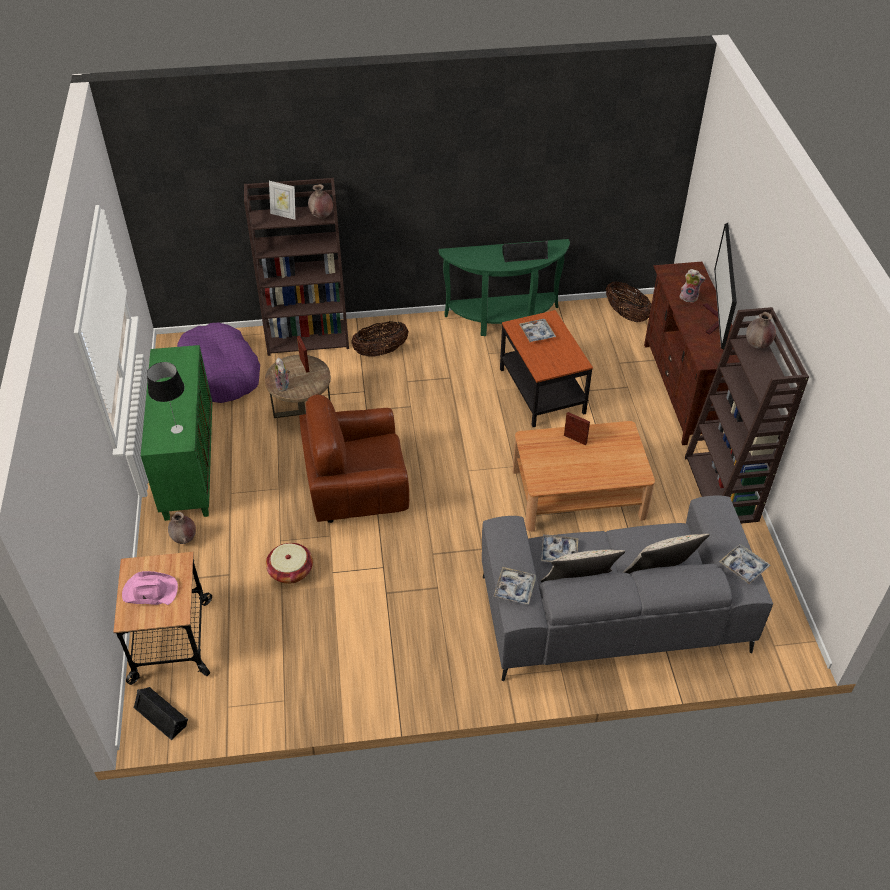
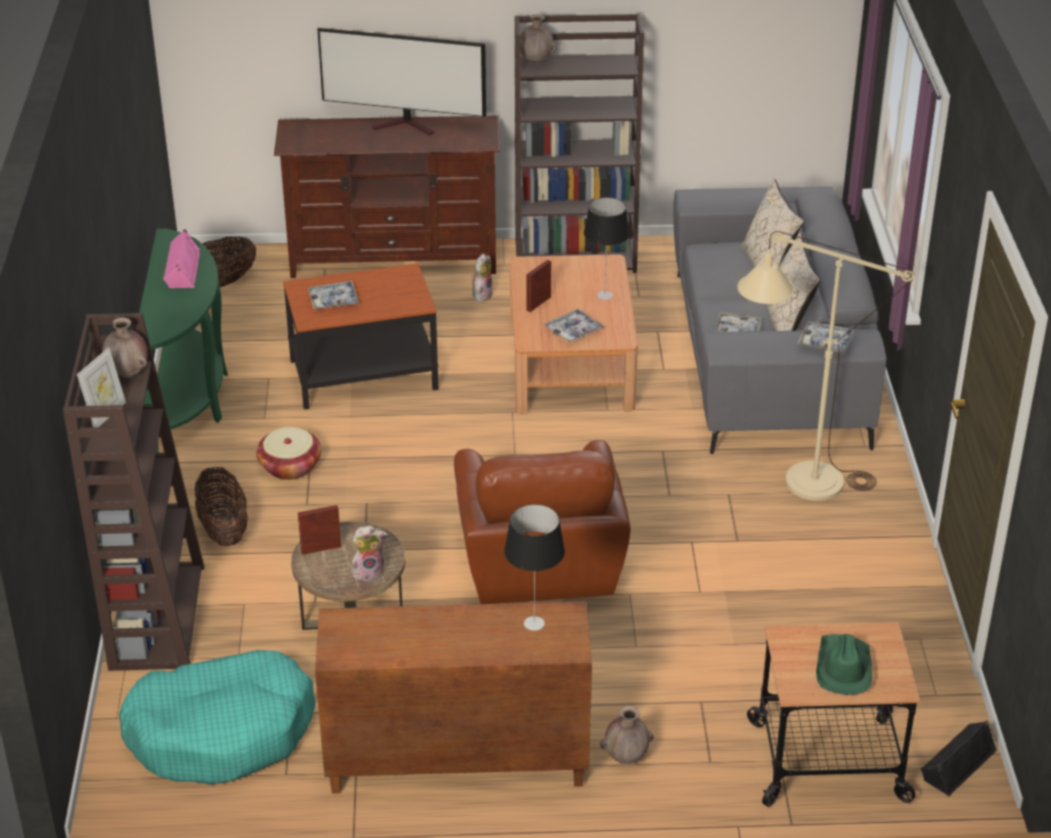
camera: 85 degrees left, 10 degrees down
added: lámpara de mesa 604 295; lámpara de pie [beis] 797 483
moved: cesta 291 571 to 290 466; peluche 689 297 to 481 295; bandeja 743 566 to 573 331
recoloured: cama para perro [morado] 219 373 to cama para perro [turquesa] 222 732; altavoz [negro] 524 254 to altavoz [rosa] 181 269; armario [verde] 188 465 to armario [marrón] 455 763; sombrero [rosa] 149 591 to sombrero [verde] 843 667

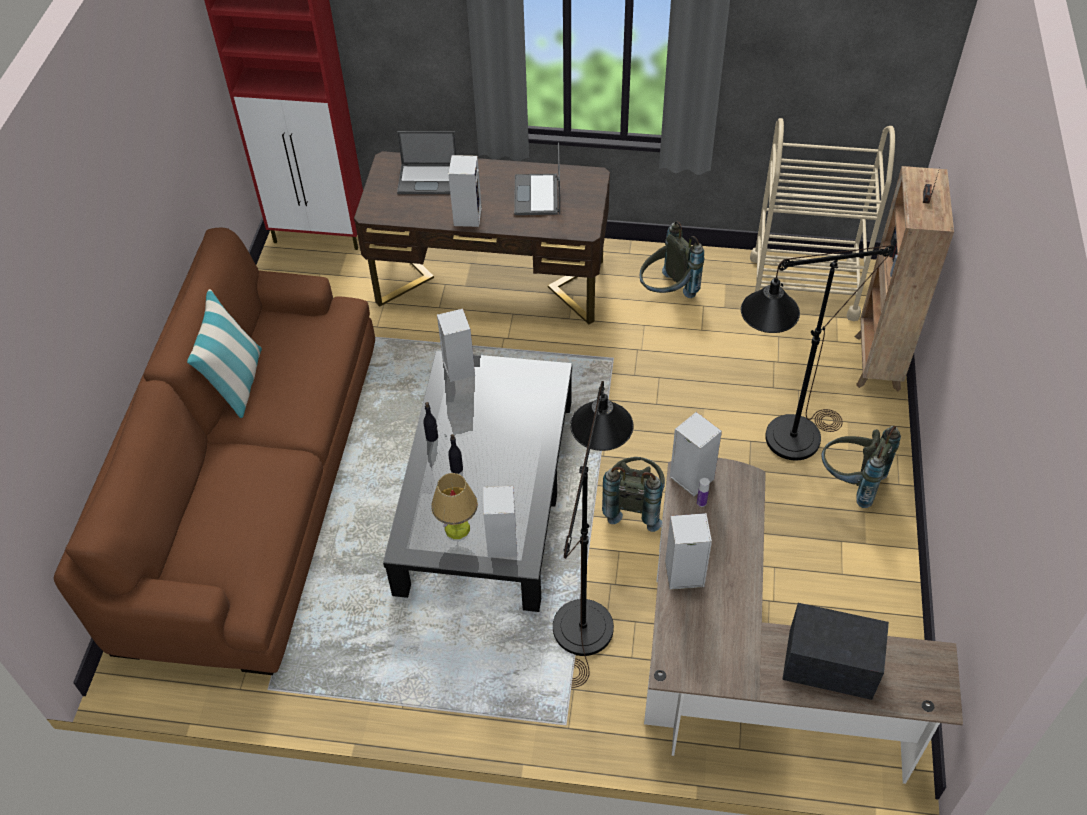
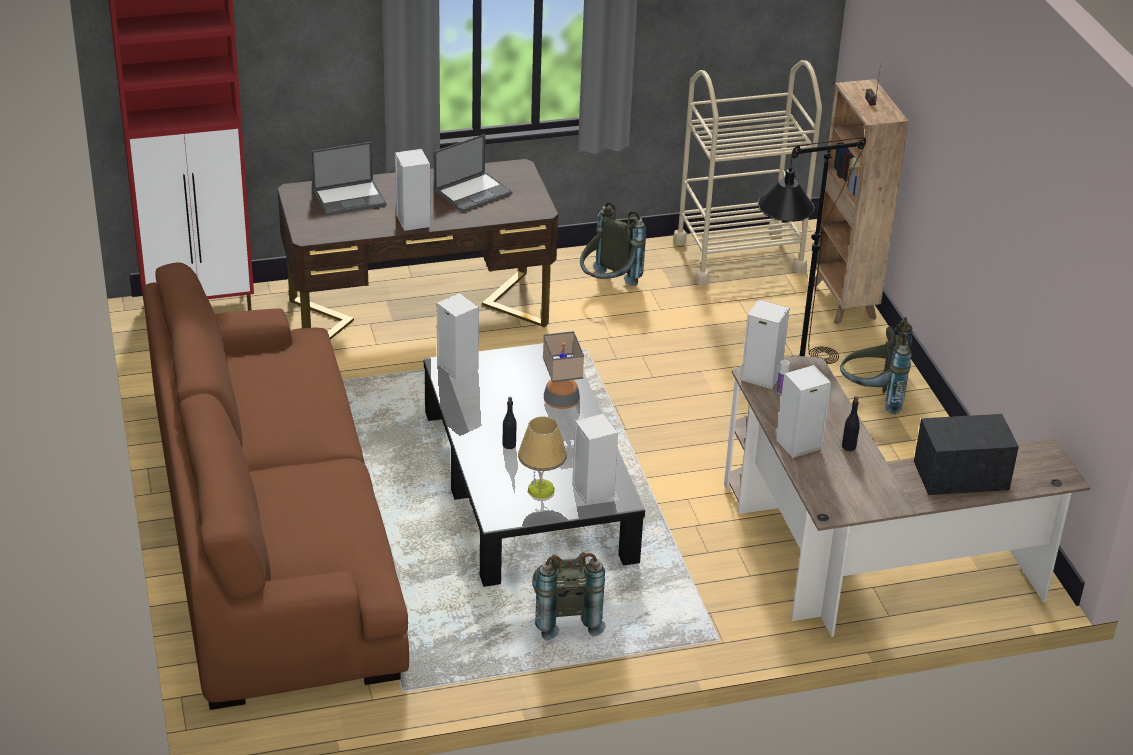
camera: 25 degrees left, 15 degrees down
removed: cojín 237 383; lámpara de pie [negro] 587 612
added: lámpara de mesa 561 401
moved: mochila [gris] 634 505 to 564 617; botella [negro] 432 437 to 849 447
turned: portátil 537 196 = 473 192 105 degrees counterclockwise

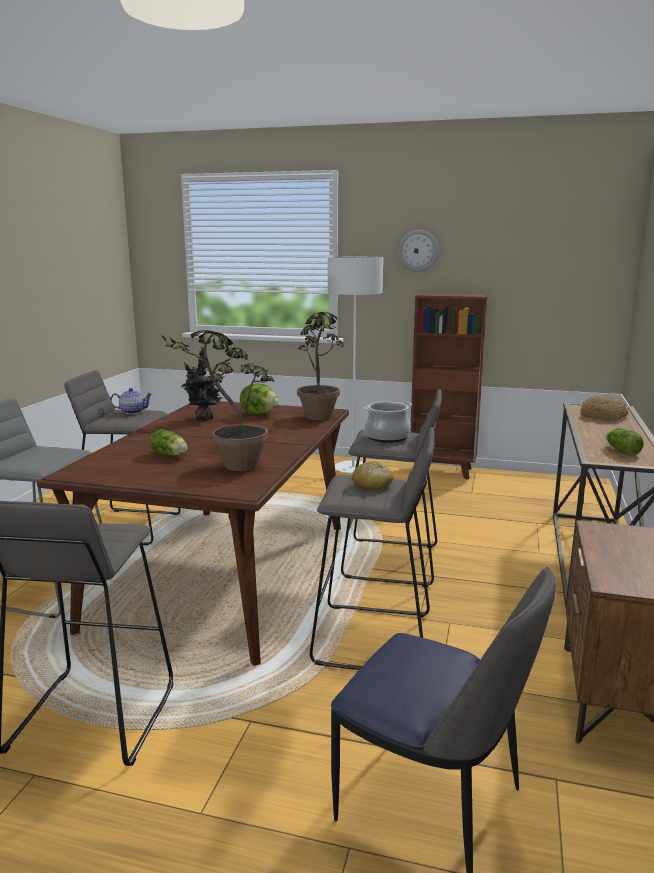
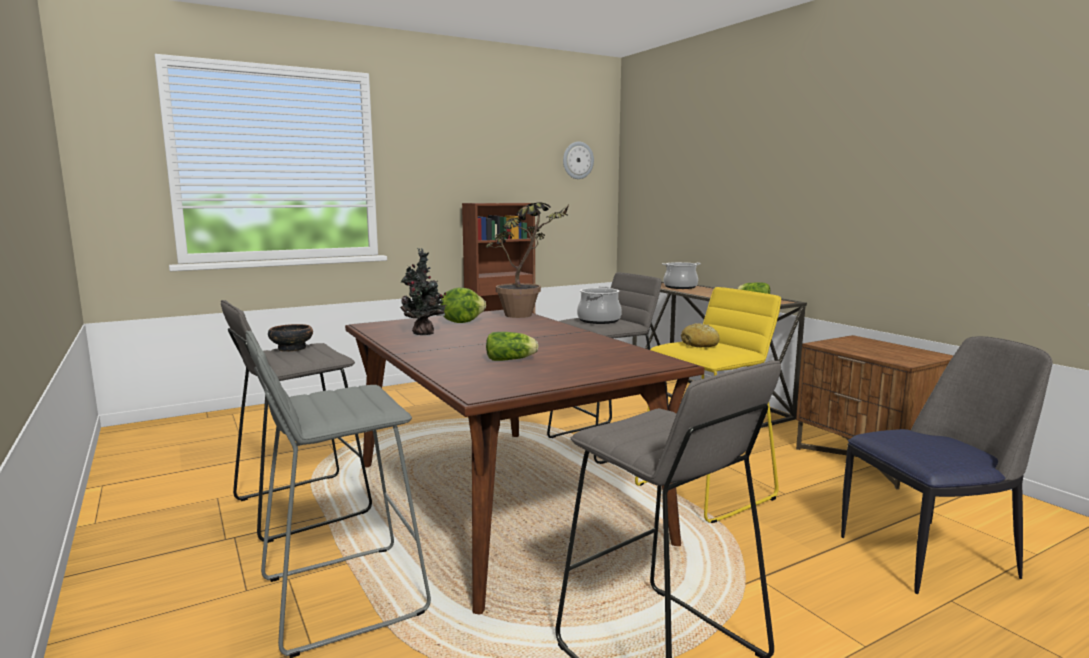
camera: 45 degrees left, 5 degrees down
removed: planta en maceta 228 466; lámpara de pie [blanco] 353 469
moved: reloj de pared 418 251 to 577 160
replaced: tetera 132 412 to cuenco 291 349; pan 603 416 to olla 680 287
recoloured: taburete [gris] 373 640 to taburete [amarillo] 705 492

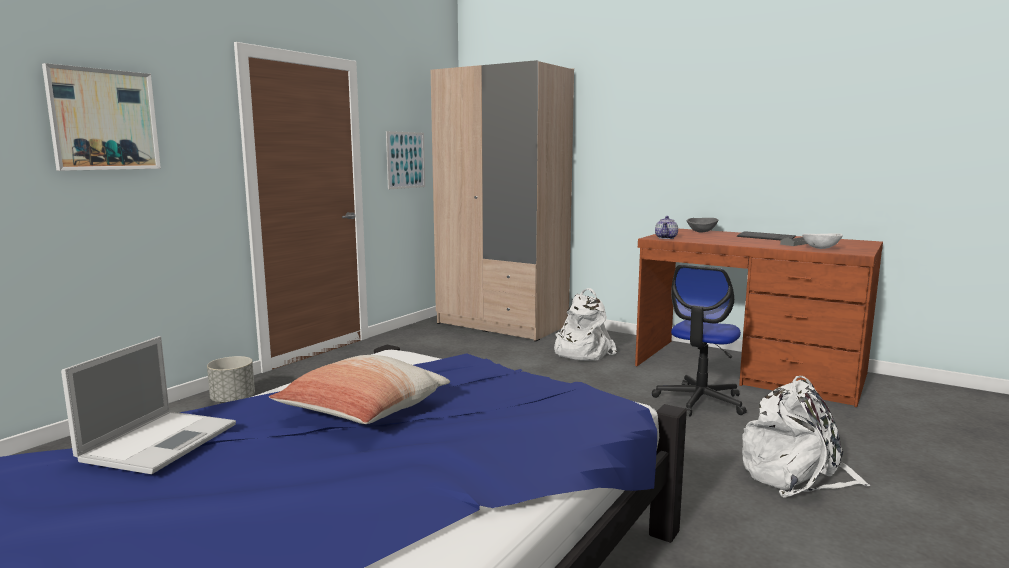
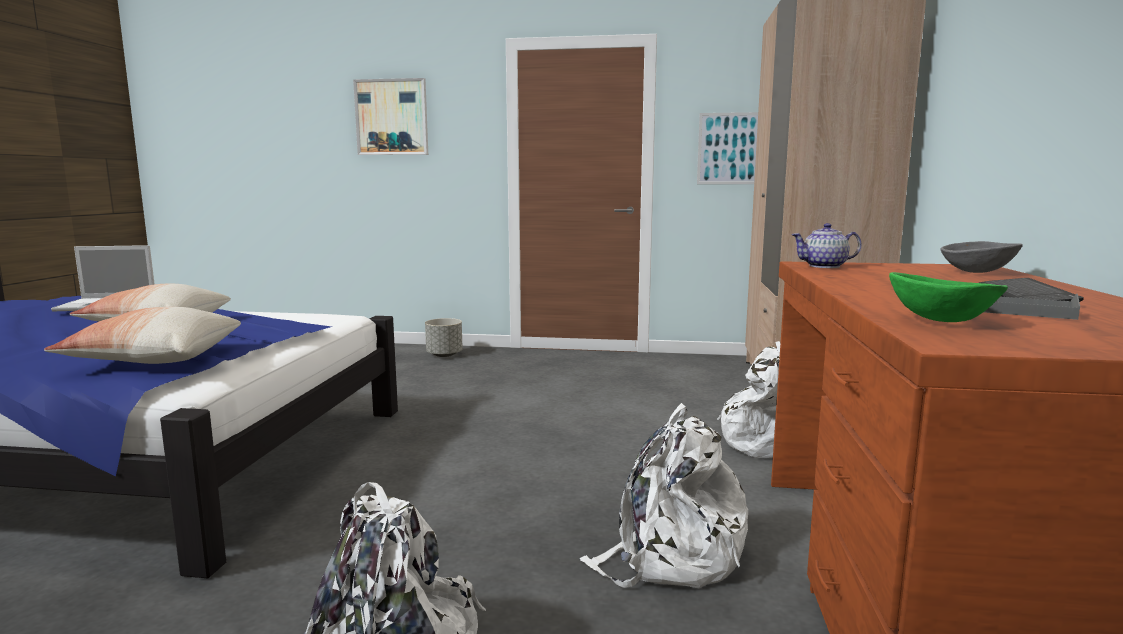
camera: 65 degrees right, 0 degrees up
added: cojín 154 359
replaced: silla de oficina 700 401 to mochila [blanco] 670 555
recoloured: cuenco [blanco] 820 248 to cuenco [verde] 940 321

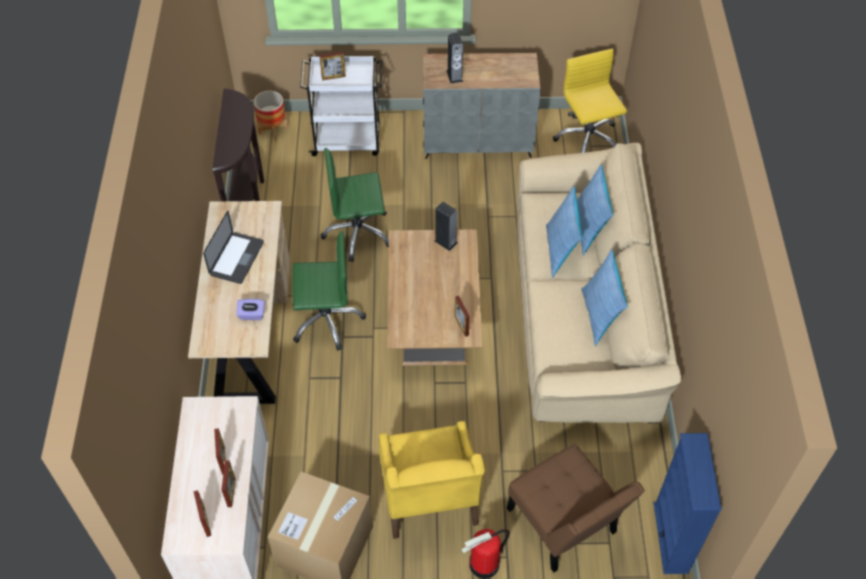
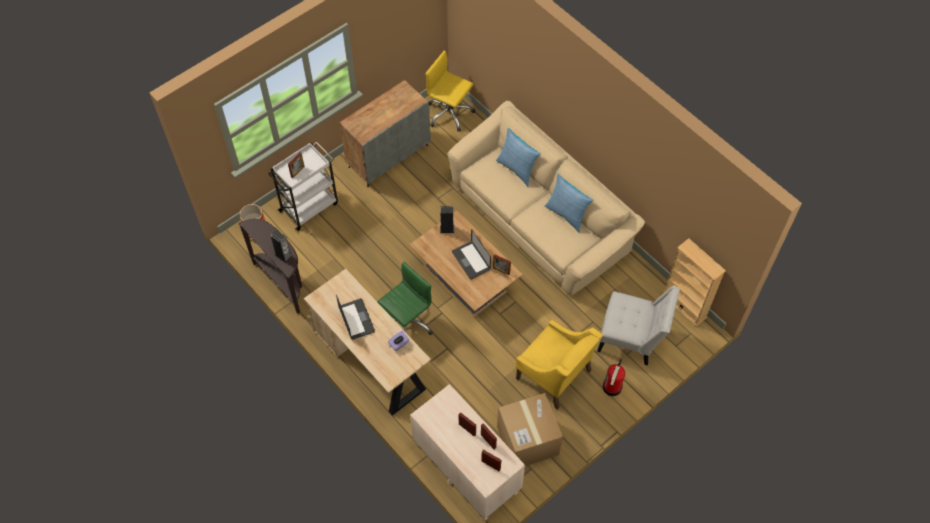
camera: 40 degrees left, 5 degrees up
removed: silla de oficina [verde] 358 233; cojín 560 251
added: portátil 471 260
moved: altavoz 454 76 to 283 256
recoloured: silla [marrón] 564 526 to silla [blanco] 632 339; estantería [azul] 671 537 to estantería [beis] 684 306

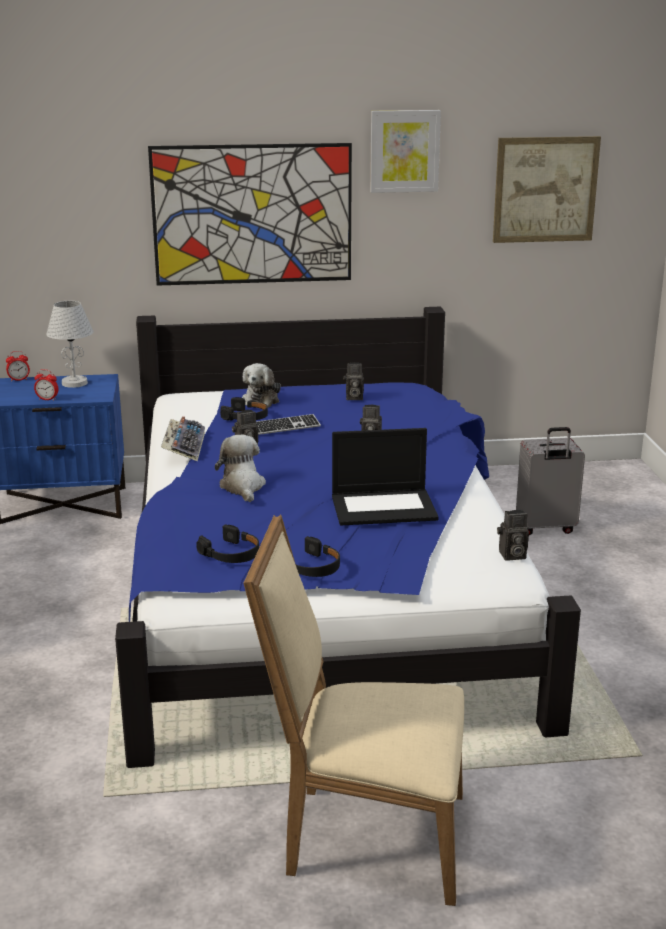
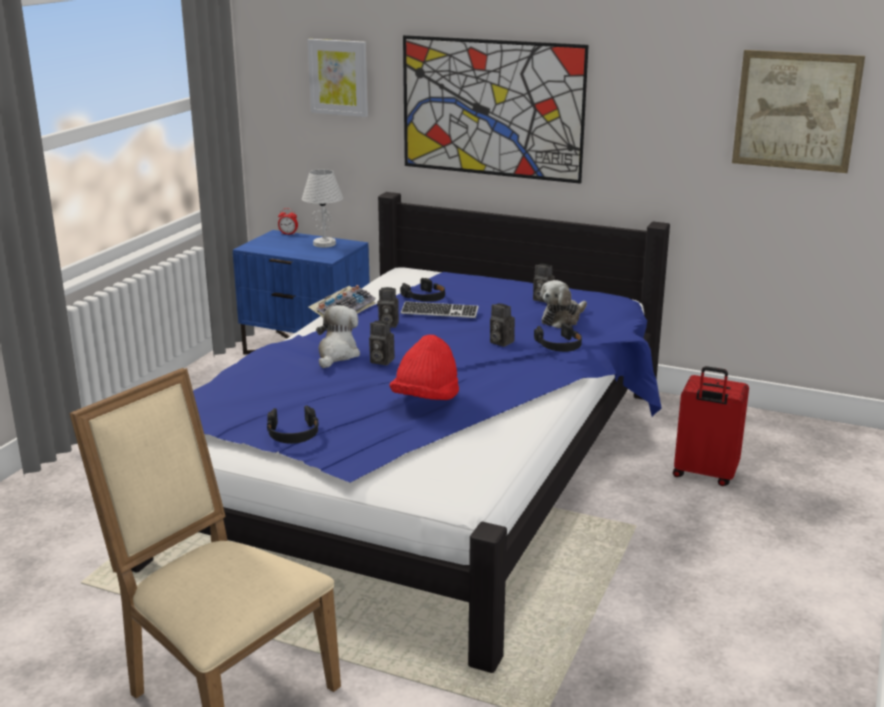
camera: 30 degrees right, 0 degrees up
removed: despertador 47 399
moved: cuadro 404 151 to 339 77; cámara 511 555 to 380 361; auriculares [negro] 231 554 to 559 345; peluche 262 400 to 562 319
replaced: portátil 384 507 to sombrero [rojo] 426 399
recoloured: maleta [gris] 545 528 to maleta [rojo] 704 474

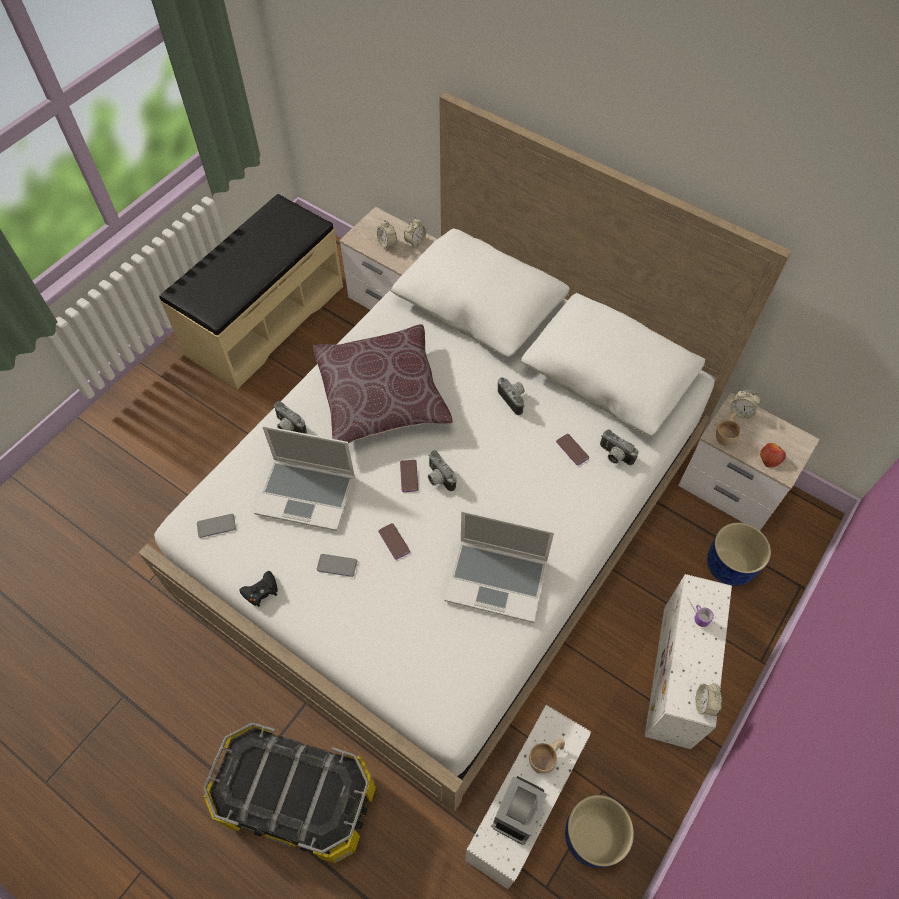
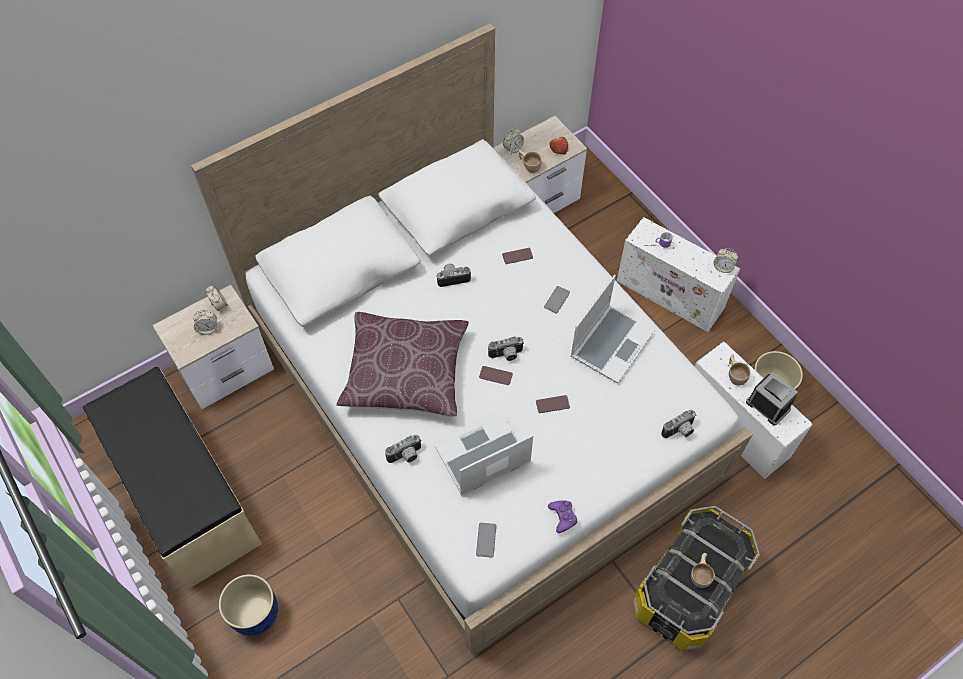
camera: 70 degrees left, 0 degrees up
added: taza [beis] 701 574
moved: maceta [azul] 729 567 to 256 614; móvil 337 565 to 557 300; cámara 614 456 to 679 431
recoloured: mando de consola [negro] 261 591 to mando de consola [morado] 563 517
turned: portátil 307 494 = 482 457 150 degrees counterclockwise

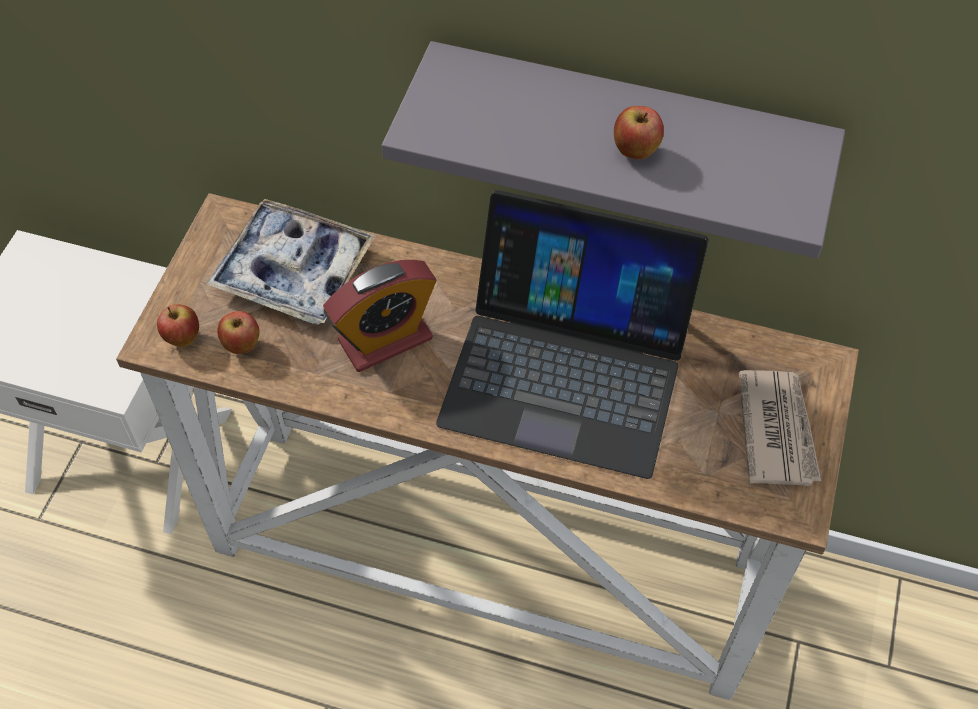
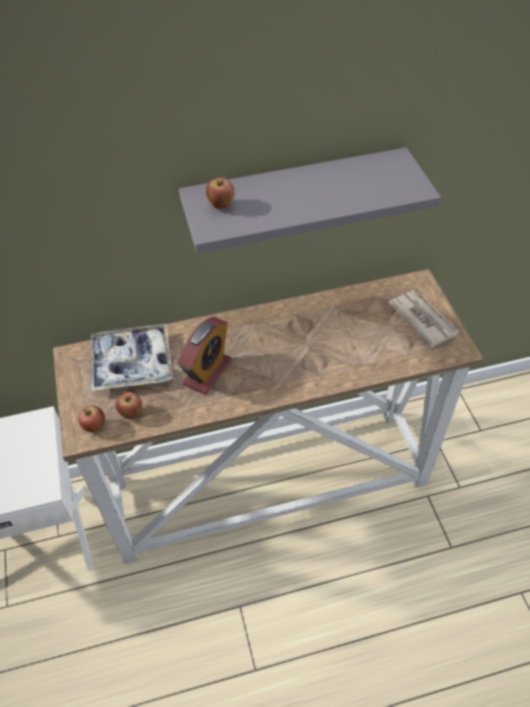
camera: 30 degrees left, 5 degrees down
removed: portátil 567 368
moved: manzana 635 152 to 221 206

